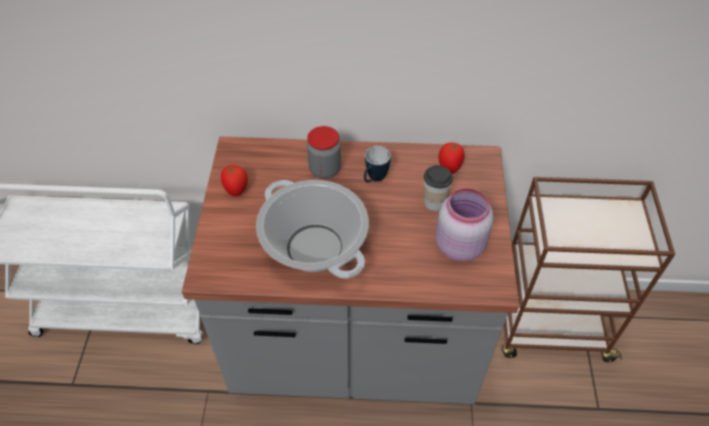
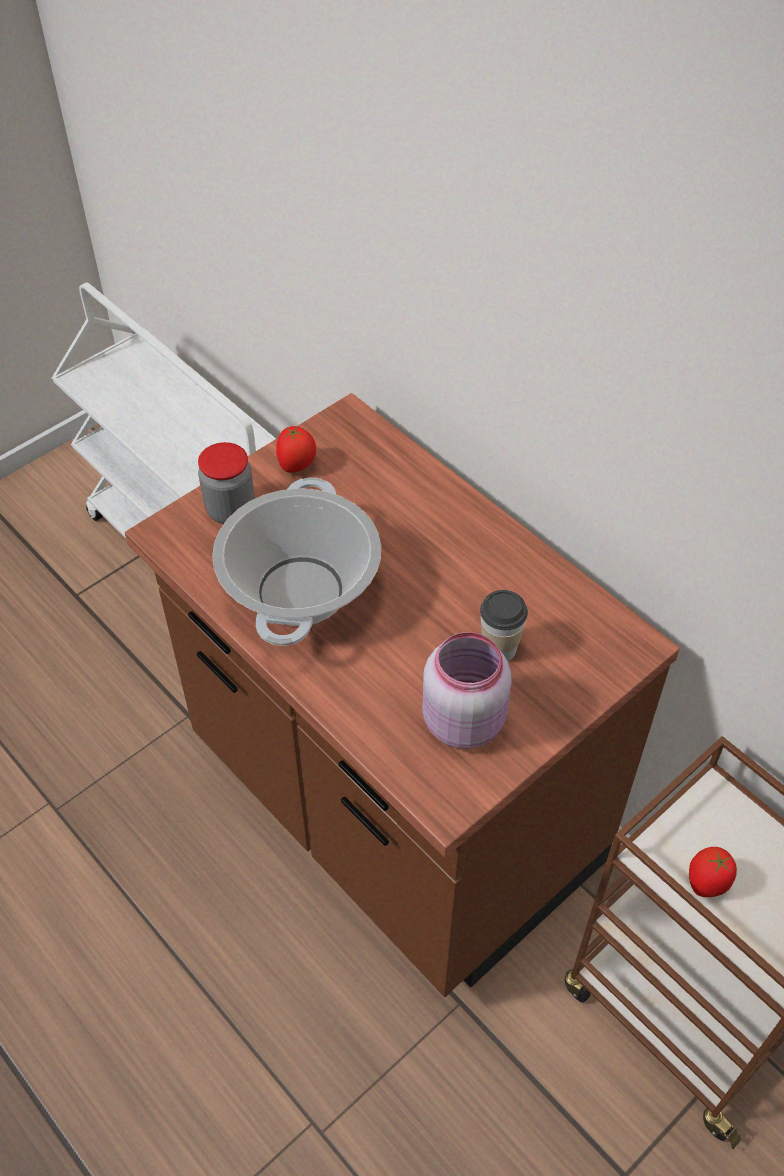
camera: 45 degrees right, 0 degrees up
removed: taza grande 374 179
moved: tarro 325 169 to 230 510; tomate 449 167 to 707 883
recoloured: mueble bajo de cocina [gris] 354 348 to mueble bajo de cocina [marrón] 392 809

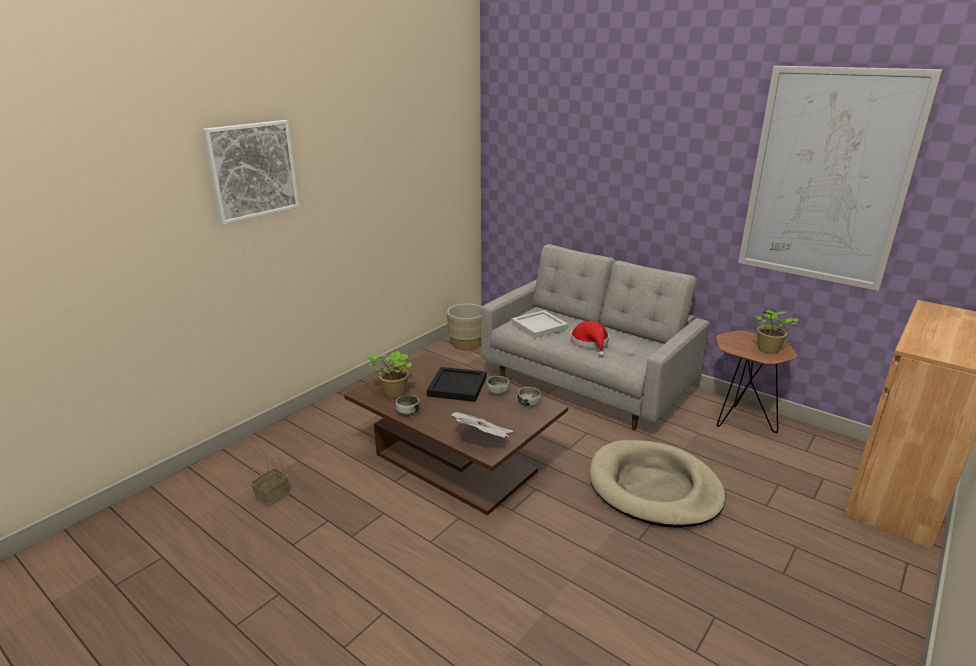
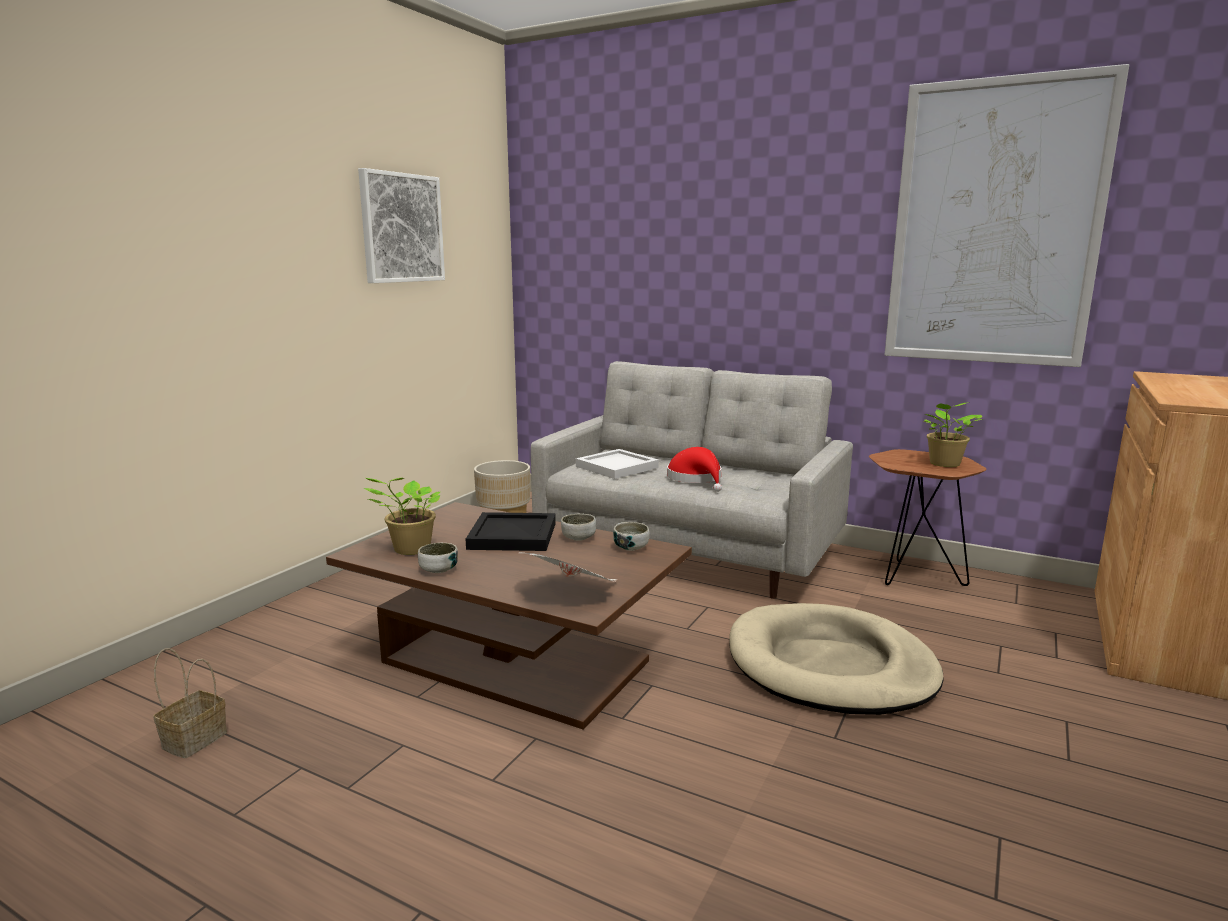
camera: 10 degrees left, 10 degrees down
moved: cuadro 252 170 to 401 228

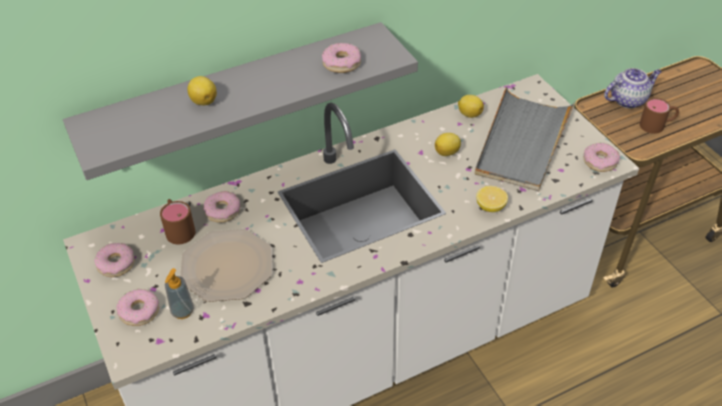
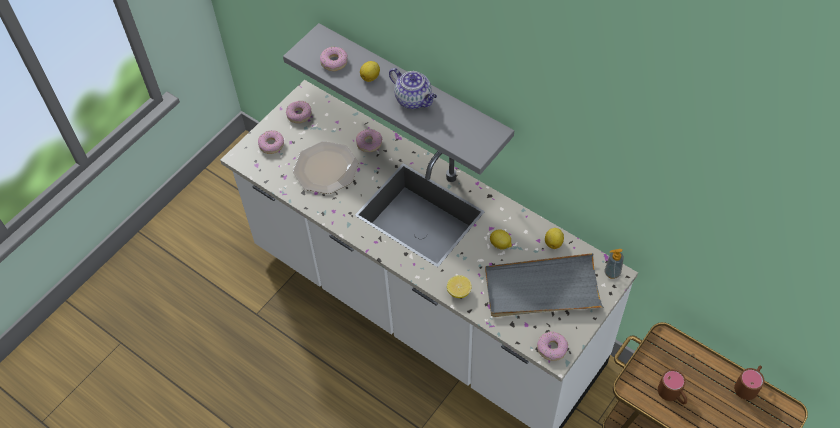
camera: 65 degrees right, 10 degrees up
moved: rosquilla 341 63 to 334 62; tetera 628 99 to 414 99; dispensador de jabón 182 311 to 612 273; taza grande [marrón] 178 228 to 748 385

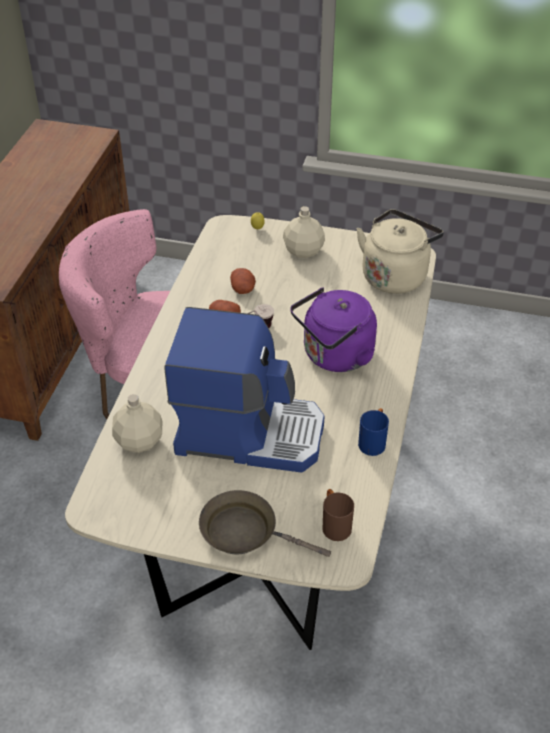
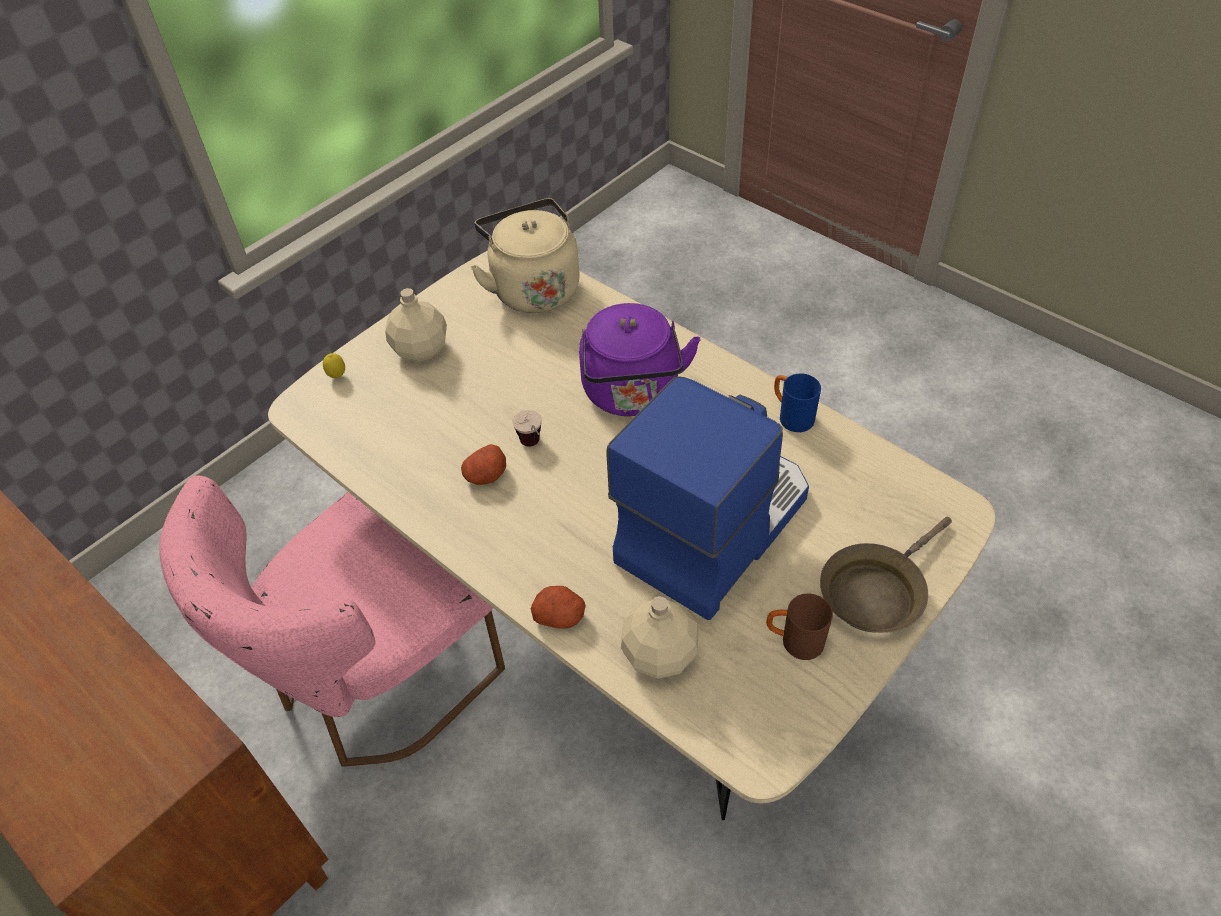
camera: 60 degrees left, 5 degrees up
moved: patata 243 289 to 560 616; taza grande [marrón] 334 524 to 794 641

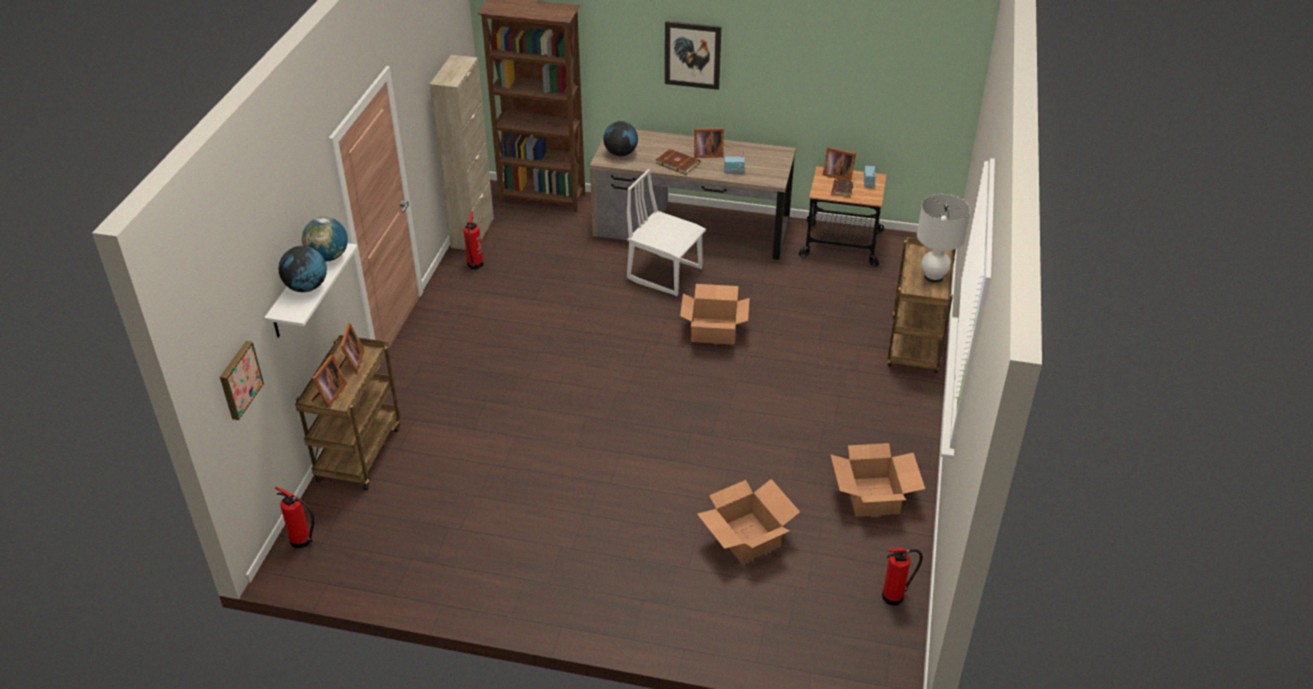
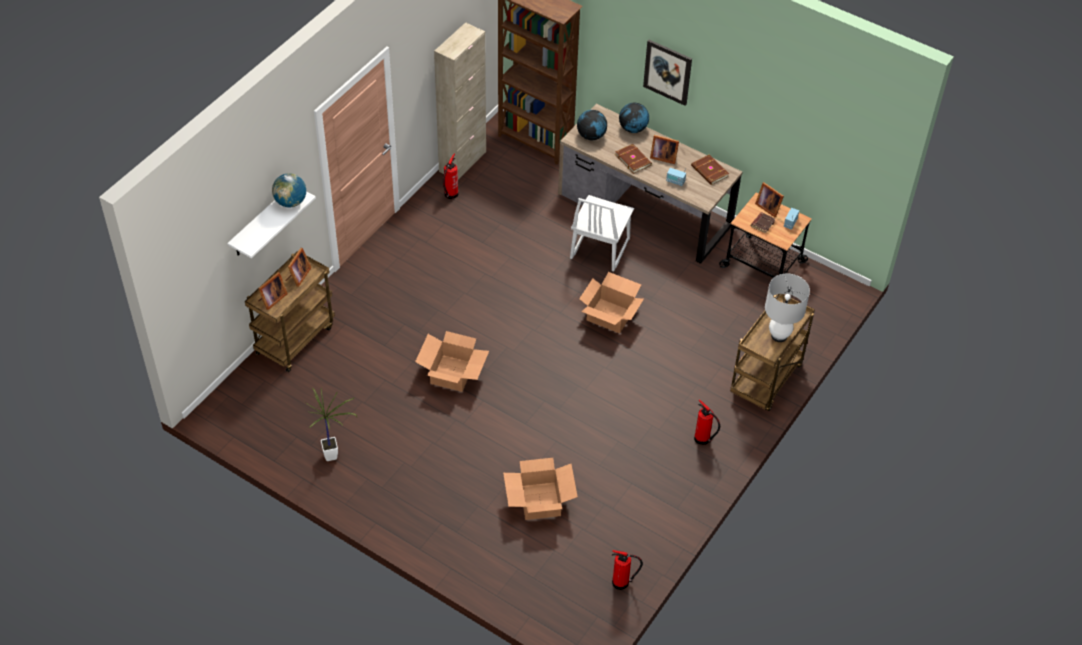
camera: 20 degrees right, 10 degrees up
removed: cuadro 239 379
added: planta en maceta 334 457; libro [marrón] 709 171
moved: caja de cartón 873 496 to 453 373; globo terráqueo 307 287 to 633 129; extintor 302 541 to 703 439
turned: silla [blanco] 665 273 = 599 248 120 degrees counterclockwise

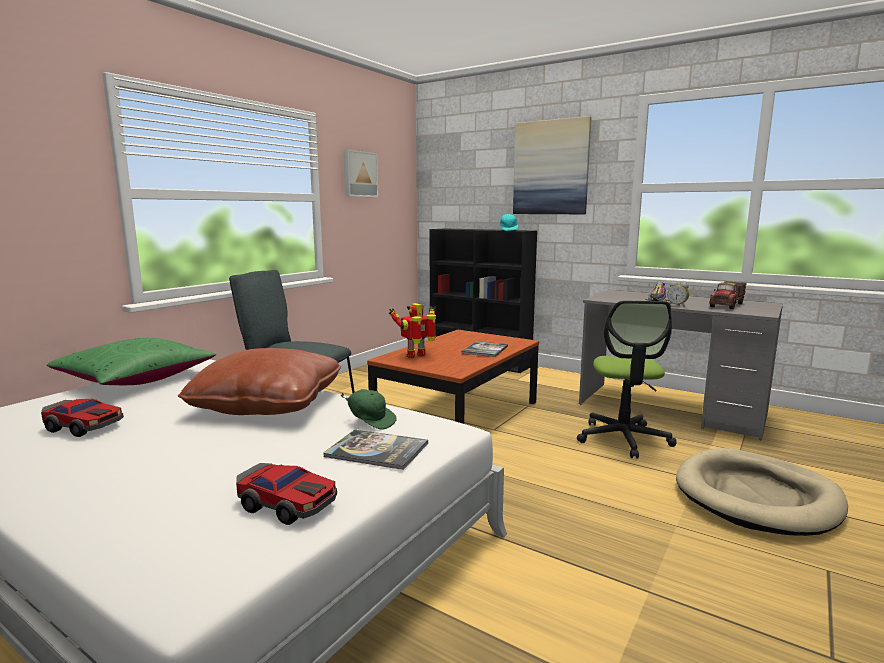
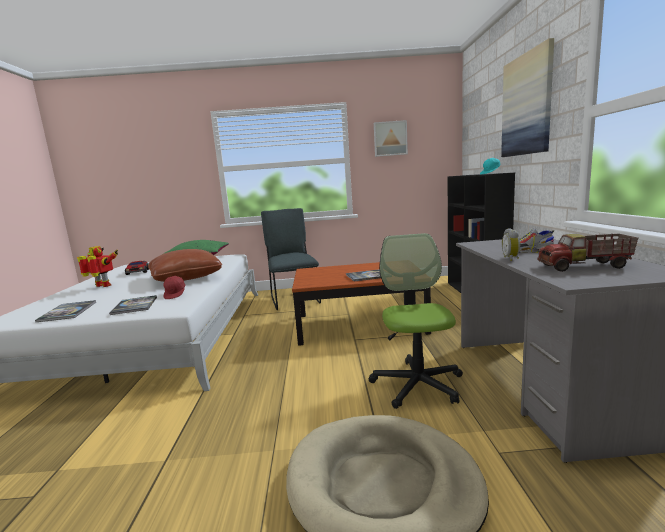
camera: 55 degrees right, 0 degrees up
moved: robot de juguete 417 356 to 102 286
replaced: coche de juguete 287 504 to libro 68 312
recoloured: gorra [verde] 371 421 to gorra [rojo] 175 294
turned: silla de oficina 623 439 = 417 384 120 degrees clockwise

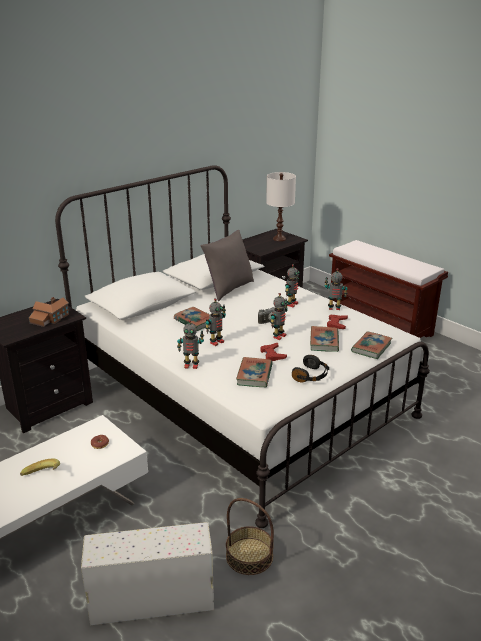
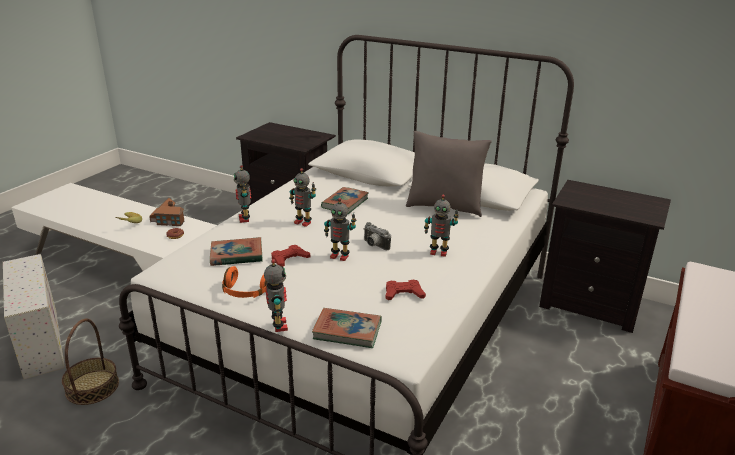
camera: 70 degrees right, 0 degrees up
removed: lámpara de mesa [blanco] 279 239; libro 324 341
moved: casita 49 319 to 168 220; robot de juguete 334 308 to 278 326
recoloured: auriculares [negro] 311 376 to auriculares [naranja] 246 292

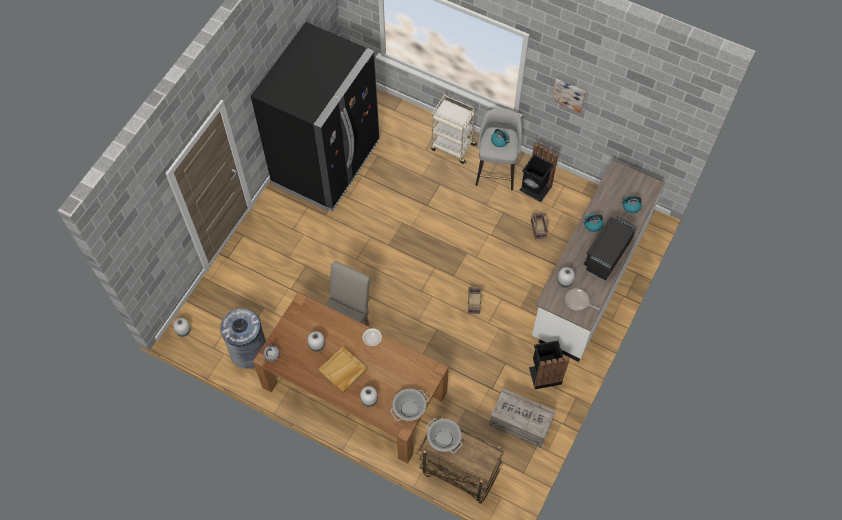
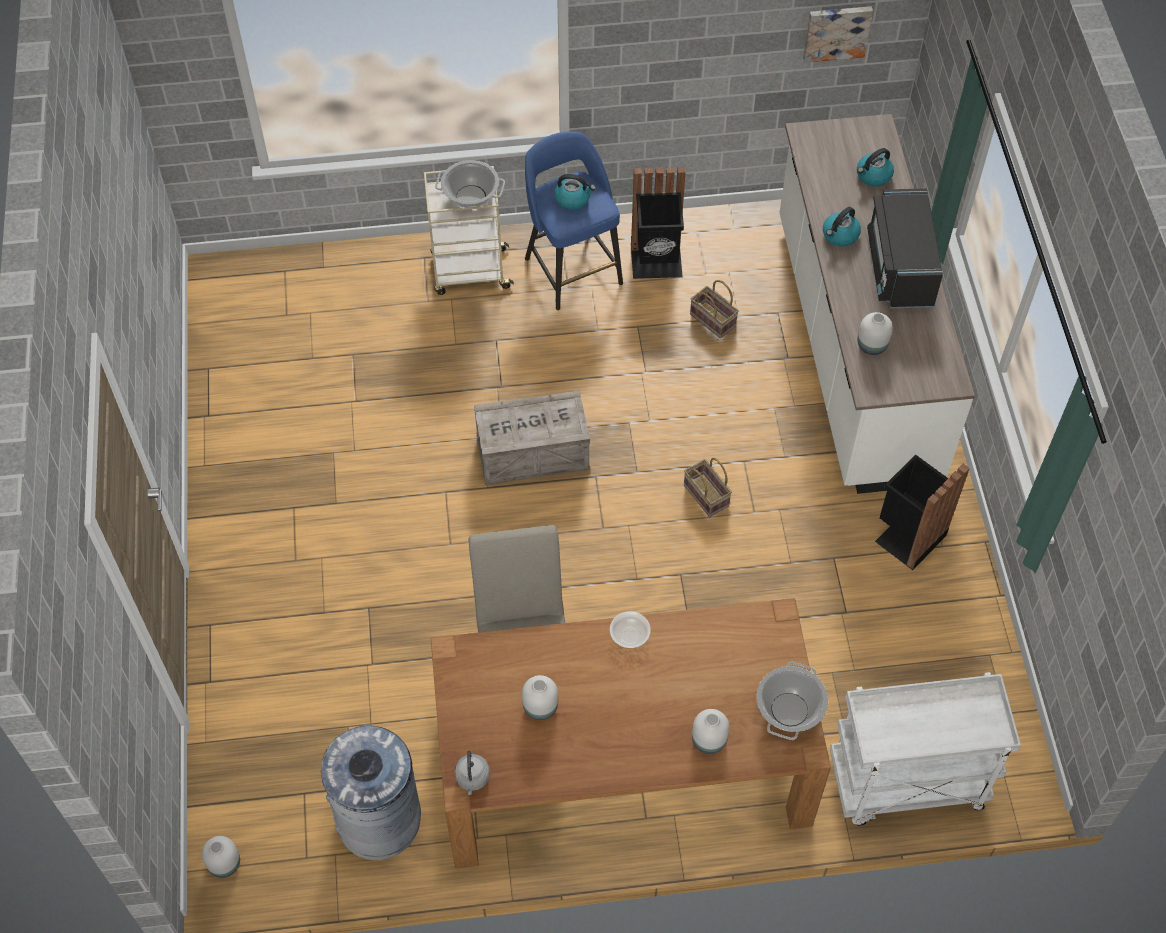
camera: 35 degrees left, 5 degrees down
removed: nevera [negro] 326 163; bandeja [beis] 343 370; sartén 578 301
moved: olla 444 439 to 471 197; caja de embalaje 521 423 to 534 452; cuadro 569 94 to 836 32
recoloured: taburete [gris] 496 170 to taburete [azul] 572 268; carrito [marrón] 458 473 to carrito [blanco] 905 784

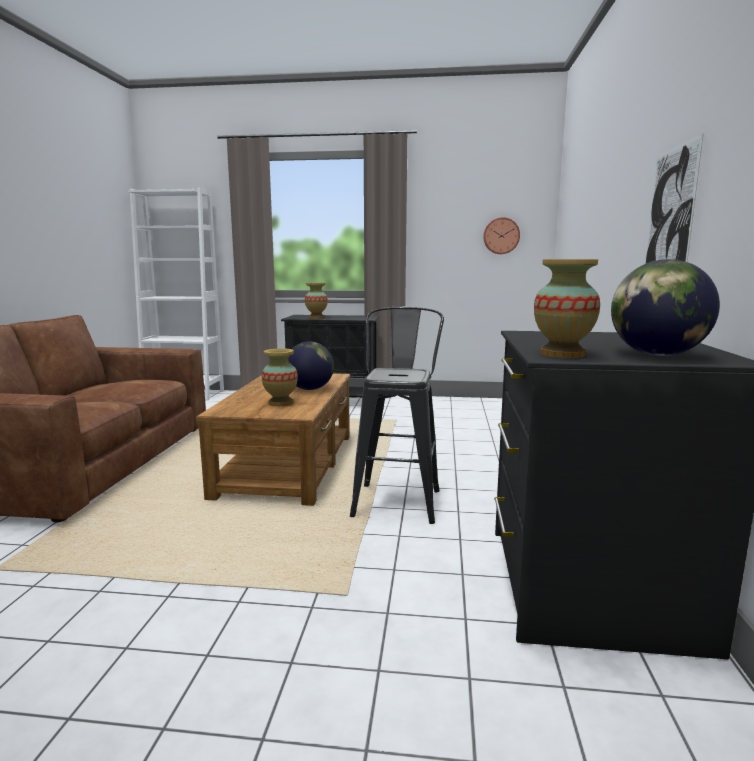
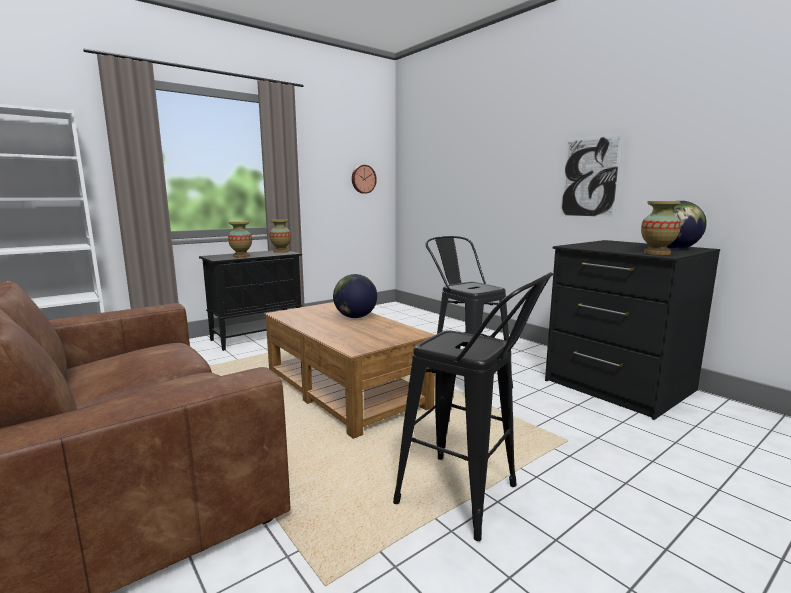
camera: 45 degrees left, 0 degrees up
added: taburete [negro] 469 500
moved: florero 281 403 to 281 251

